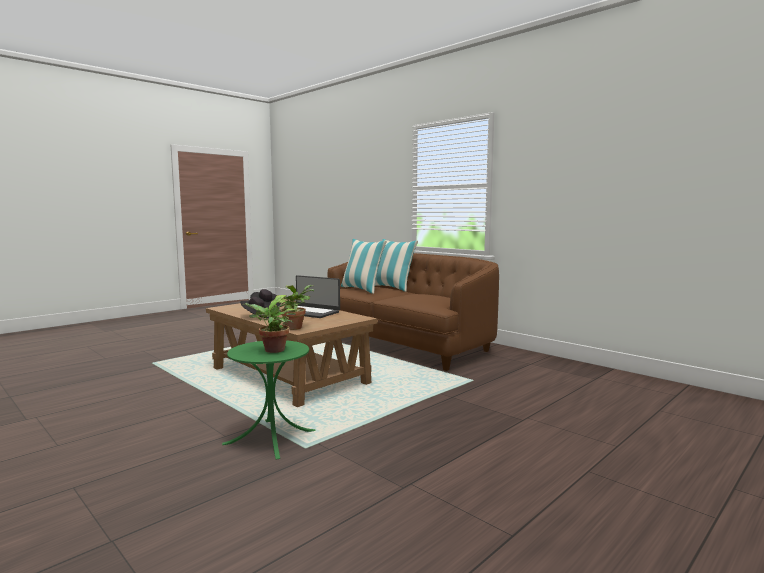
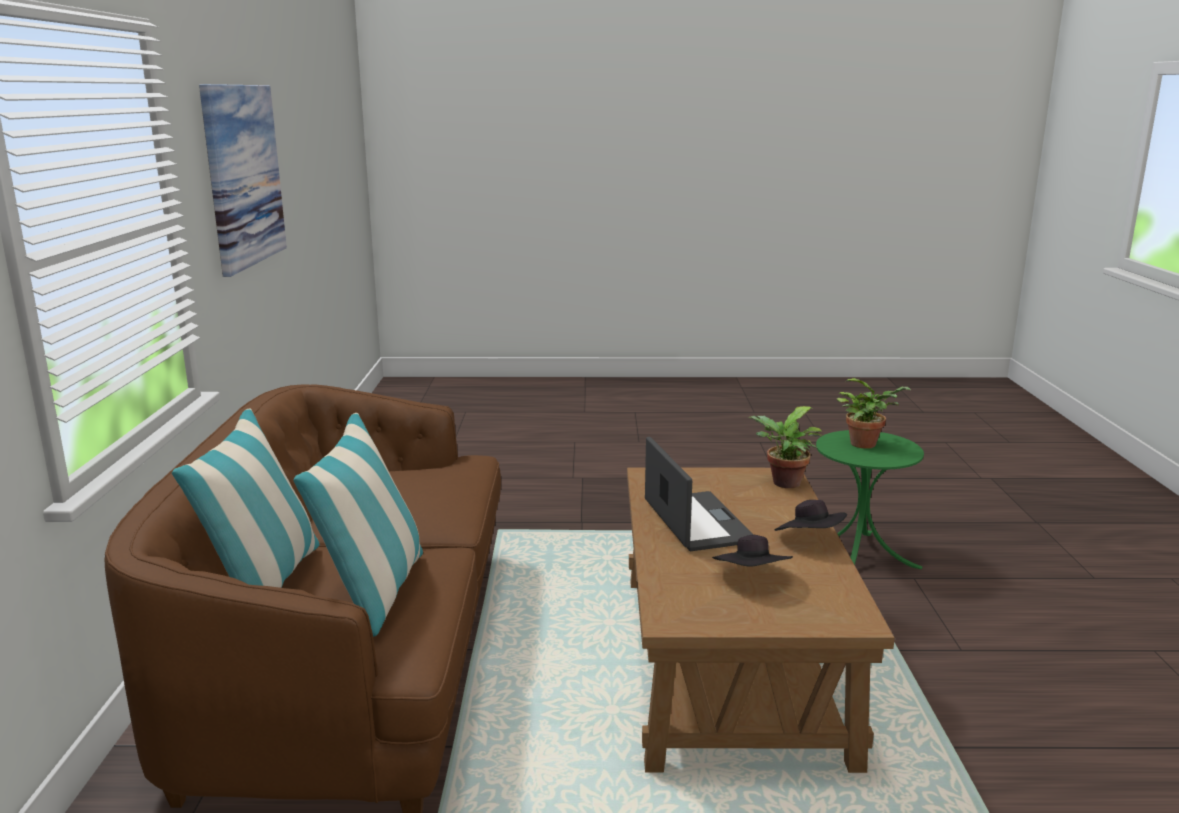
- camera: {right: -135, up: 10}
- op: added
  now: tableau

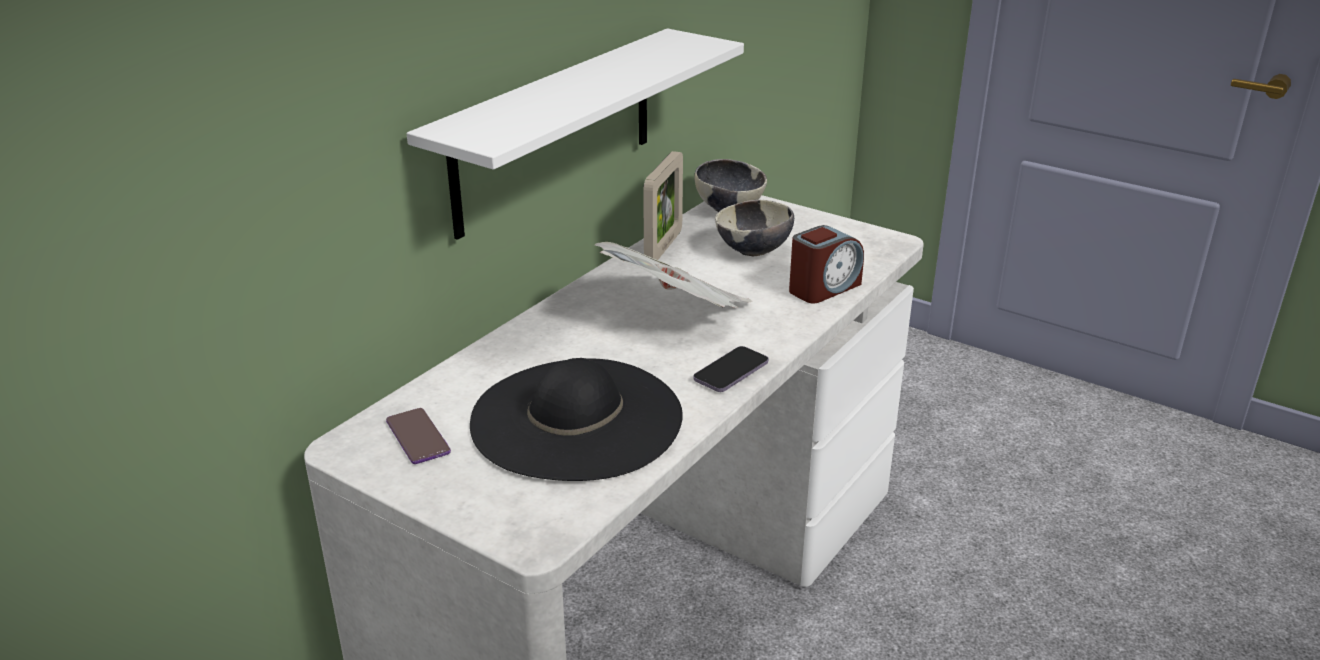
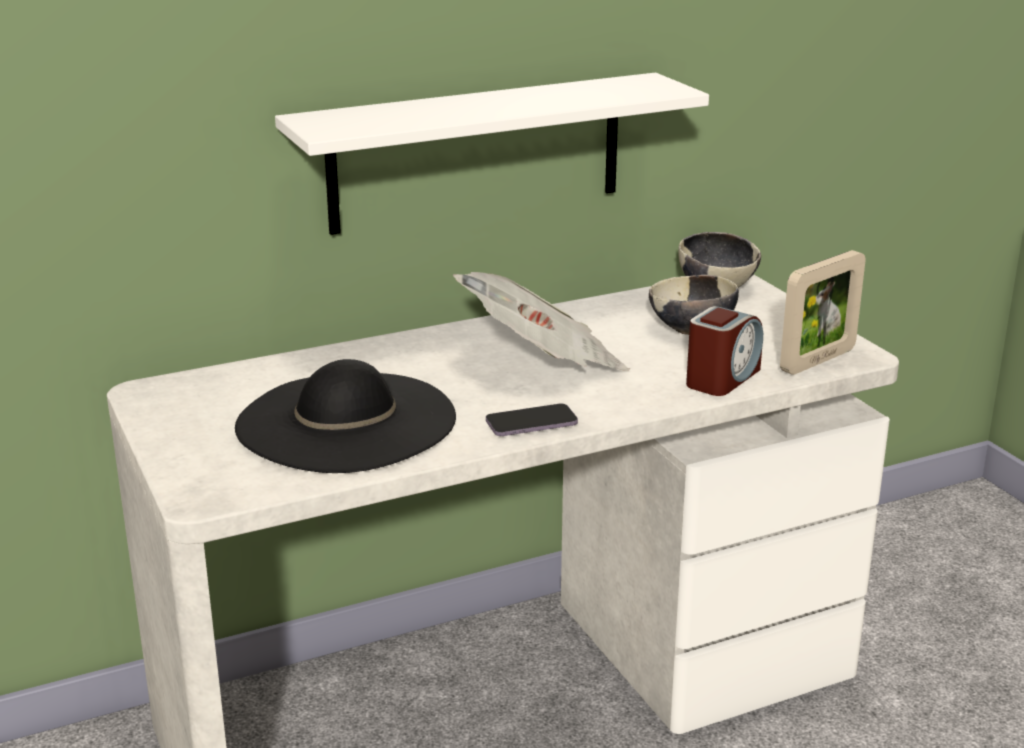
- camera: {right: 30, up: -5}
- op: turned
  was: réveil
  clockwise: -45
- op: moved
  was: cadre photo
- op: removed
  was: téléphone (1st from left)

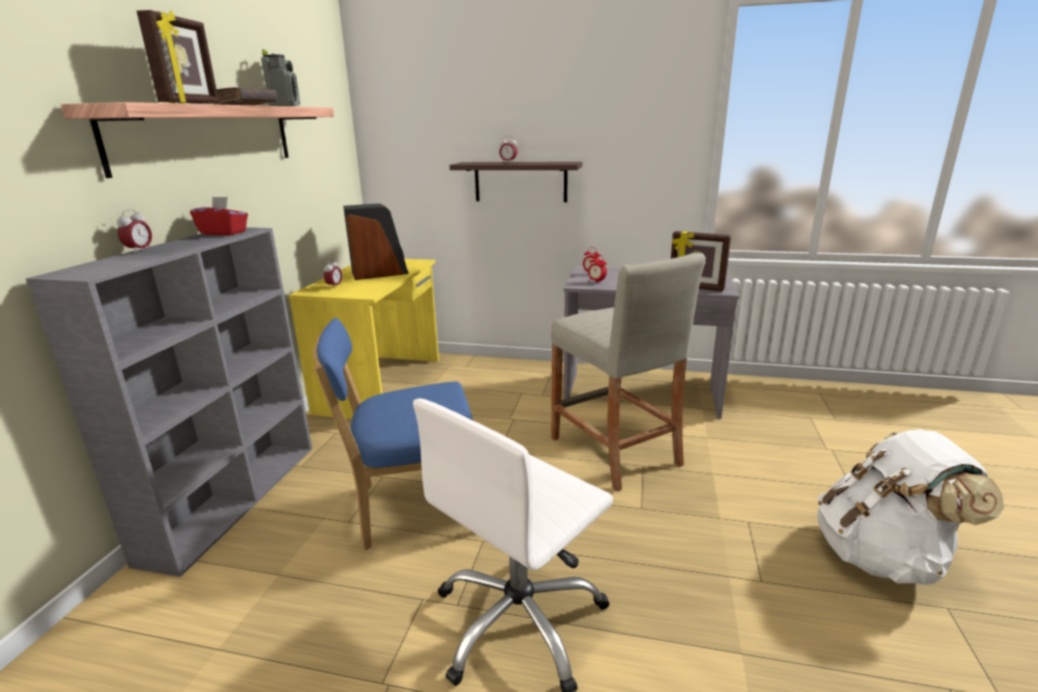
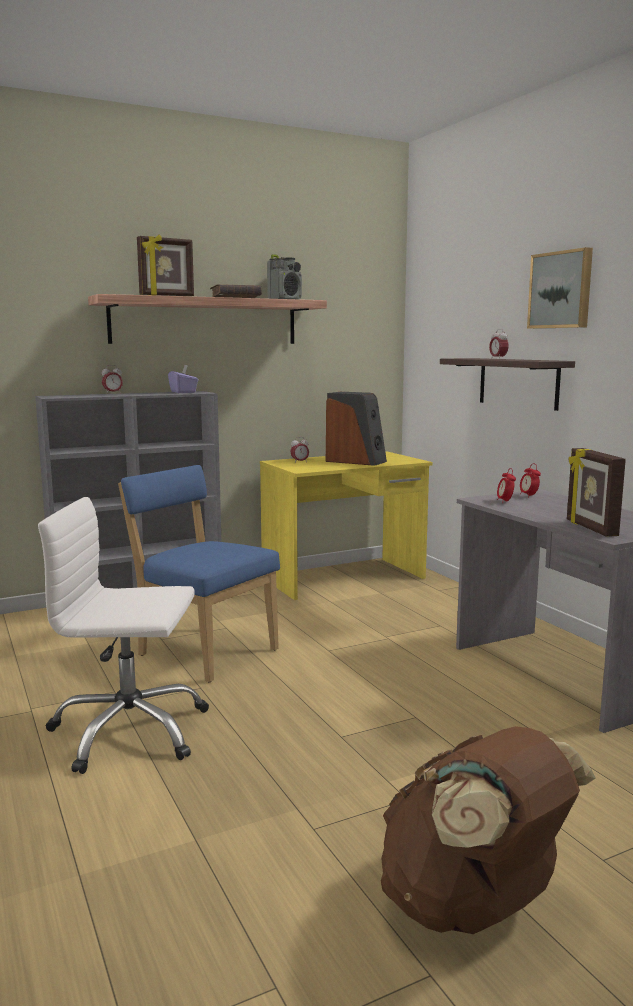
- camera: {right: 50, up: -10}
- op: recoloured
  was: boîte à mouchoirs/rouge
  now: boîte à mouchoirs/violet
- op: recoloured
  was: sac à dos/blanc
  now: sac à dos/marron
- op: added
  now: tableau
- op: removed
  was: tabouret/beige

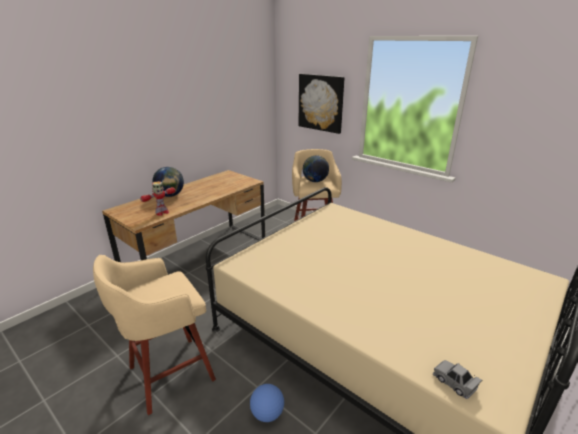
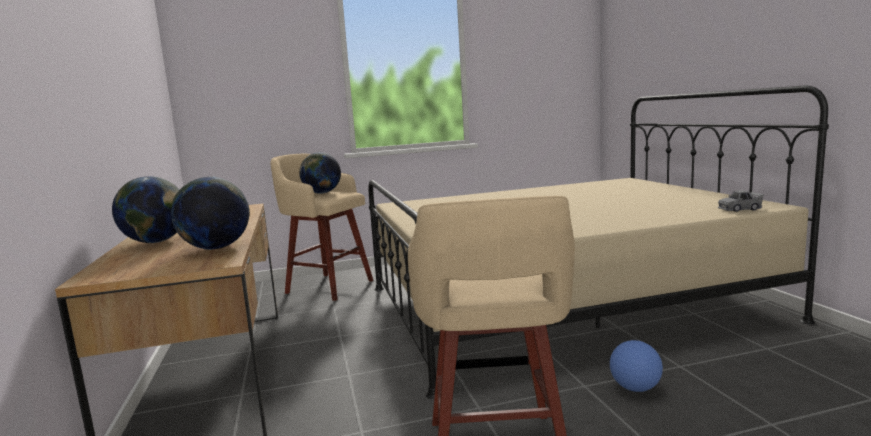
- camera: {right: -55, up: -15}
- op: replaced
  was: robot jouet
  now: globe (2nd from left)
- op: removed
  was: tableau

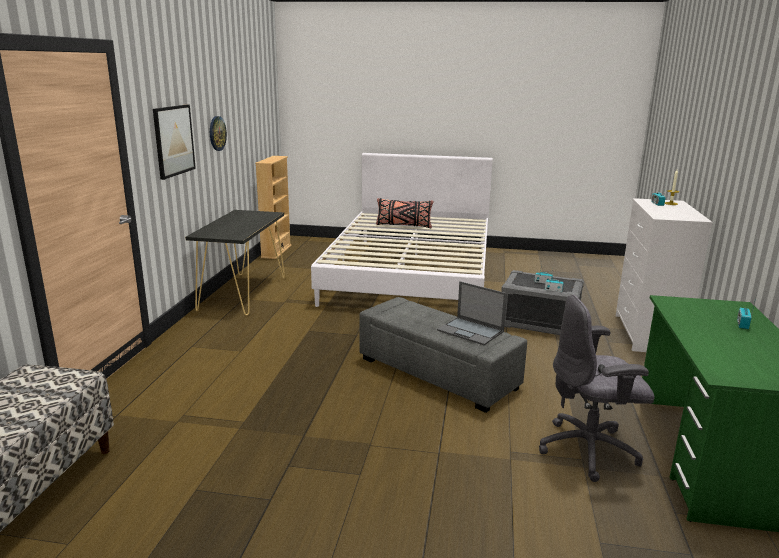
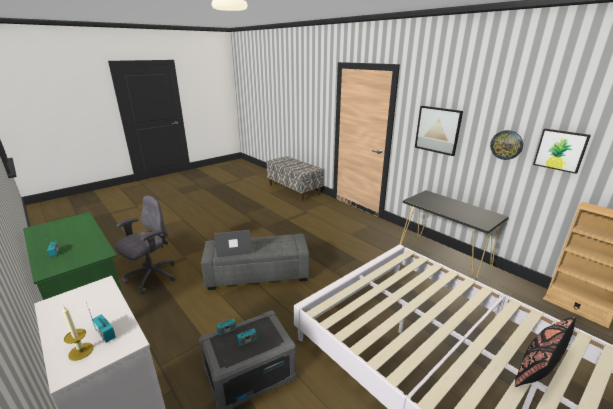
- camera: {right: 130, up: 5}
- op: added
  now: tableau (2nd from left)

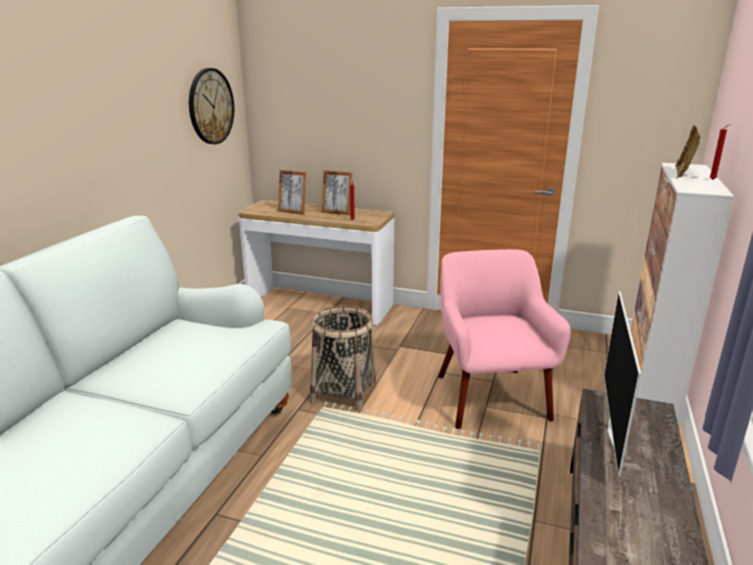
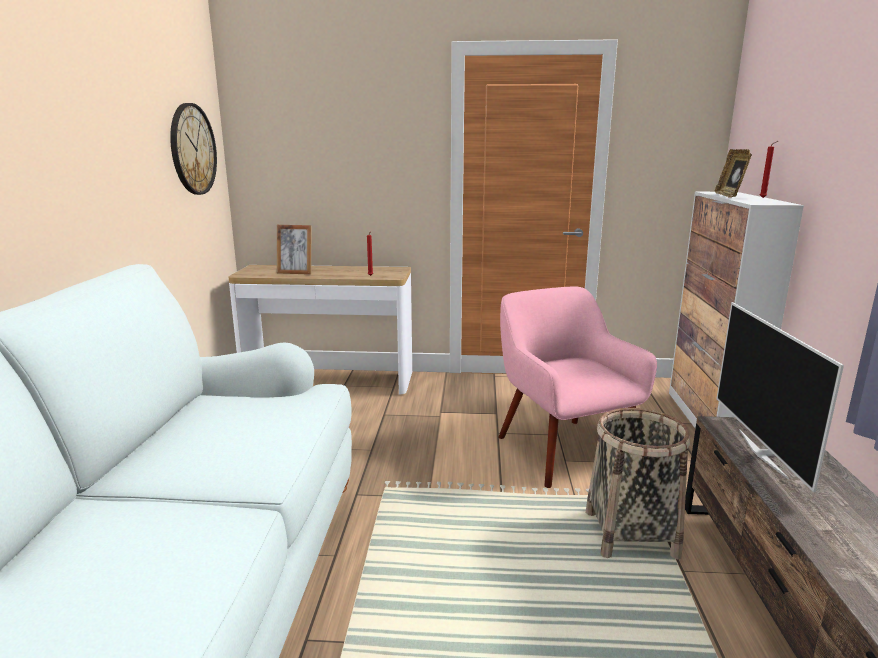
- camera: {right: -15, up: -5}
- op: moved
  was: panier
- op: removed
  was: cadre photo (2nd from left)

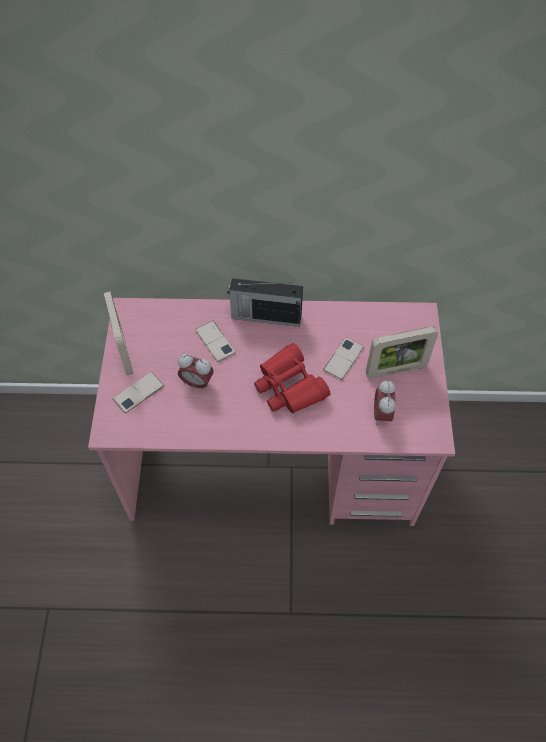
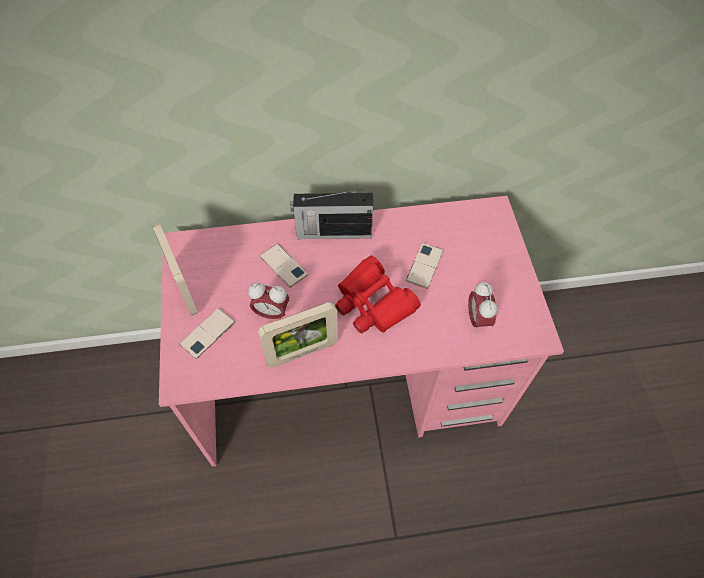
- camera: {right: -10, up: 0}
- op: moved
  was: cadre photo (2nd from left)

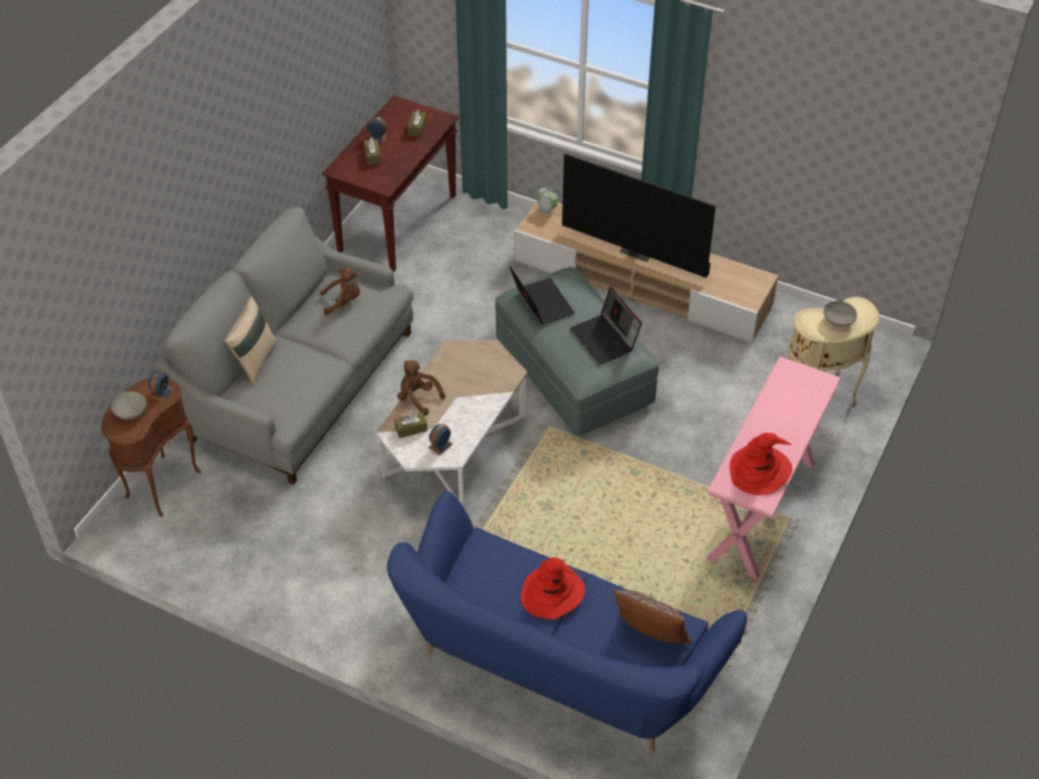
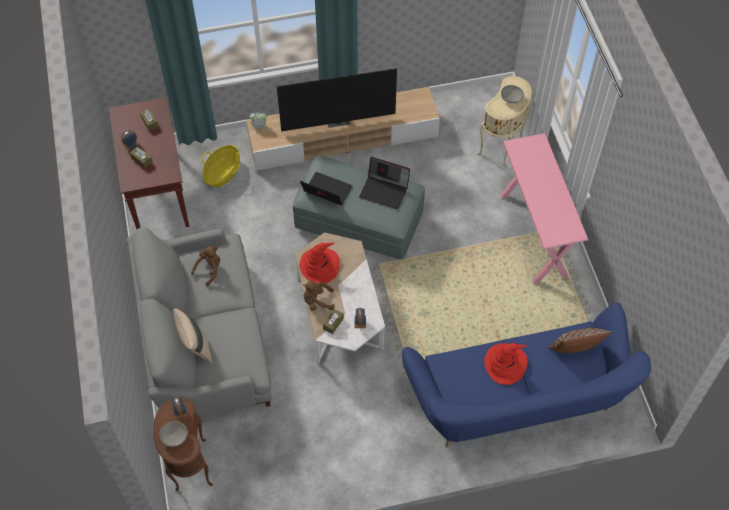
- camera: {right: -40, up: 10}
- op: added
  now: panier
- op: moved
  was: chapeau/rouge (2nd from left in the first image)
  now: chapeau/rouge (1st from left)

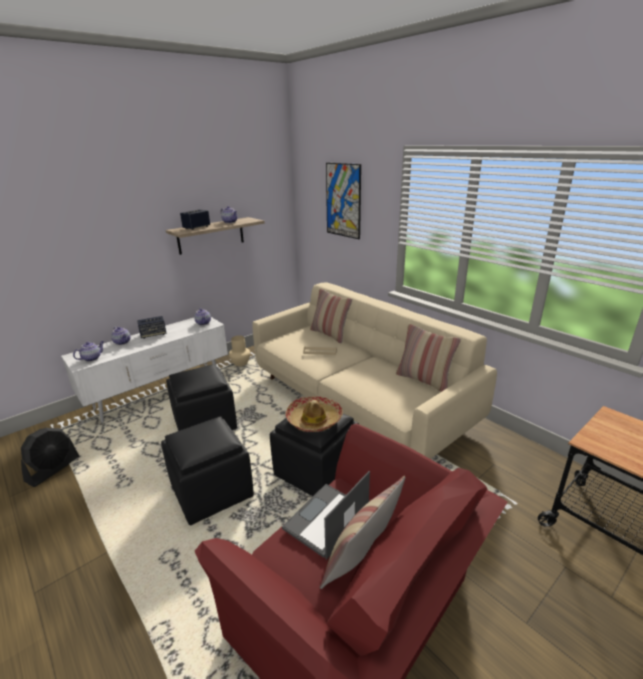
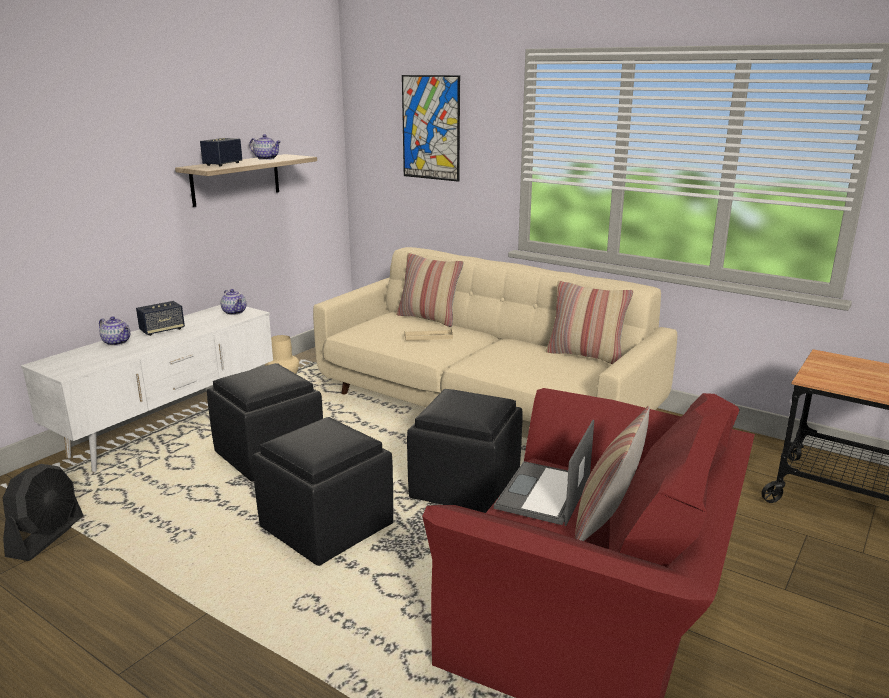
- camera: {right: -15, up: -5}
- op: removed
  was: théière (1st from left)
- op: removed
  was: chapeau

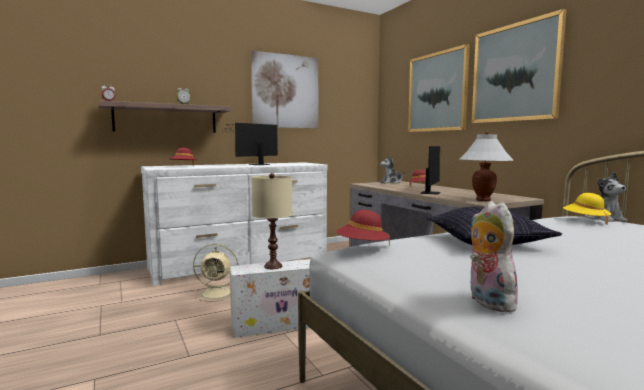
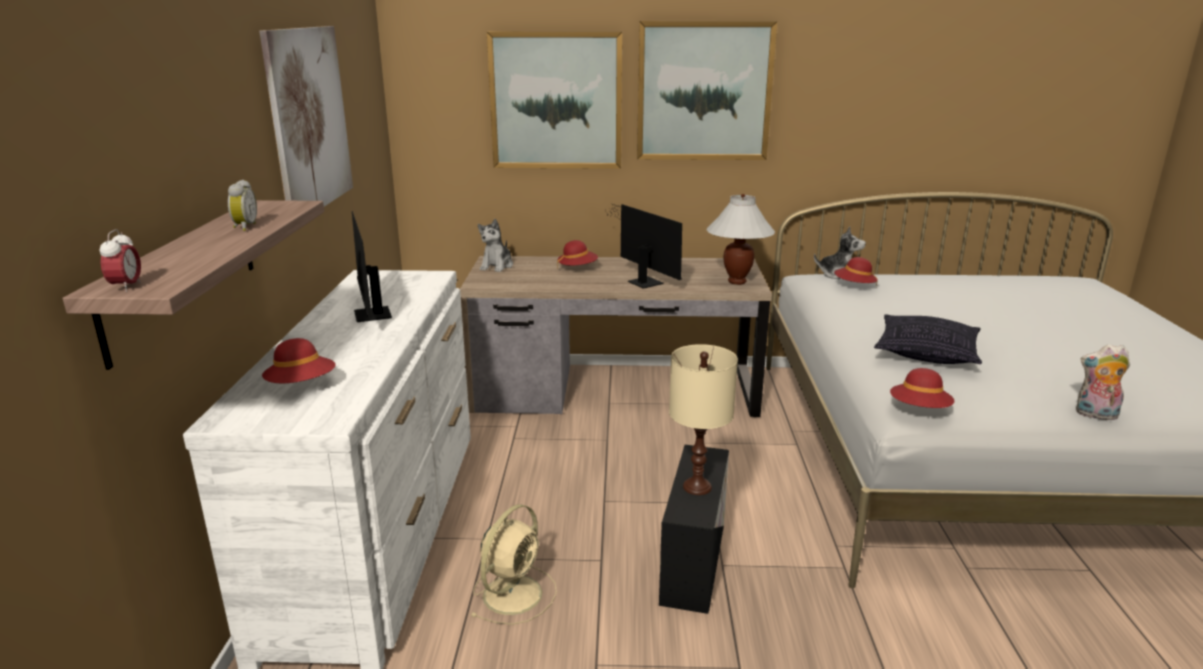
- camera: {right: -60, up: 15}
- op: recoloured
  was: boîte de rangement/blanc
  now: boîte de rangement/noir
- op: recoloured
  was: chapeau/jaune
  now: chapeau/rouge (3rd from left)

